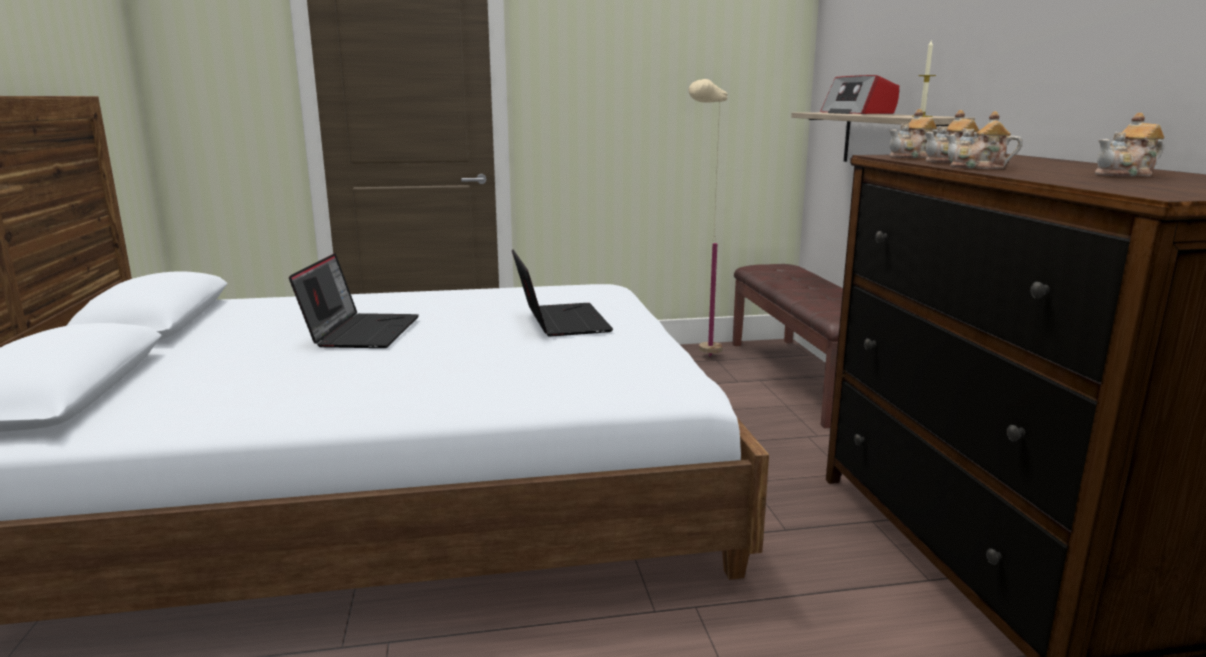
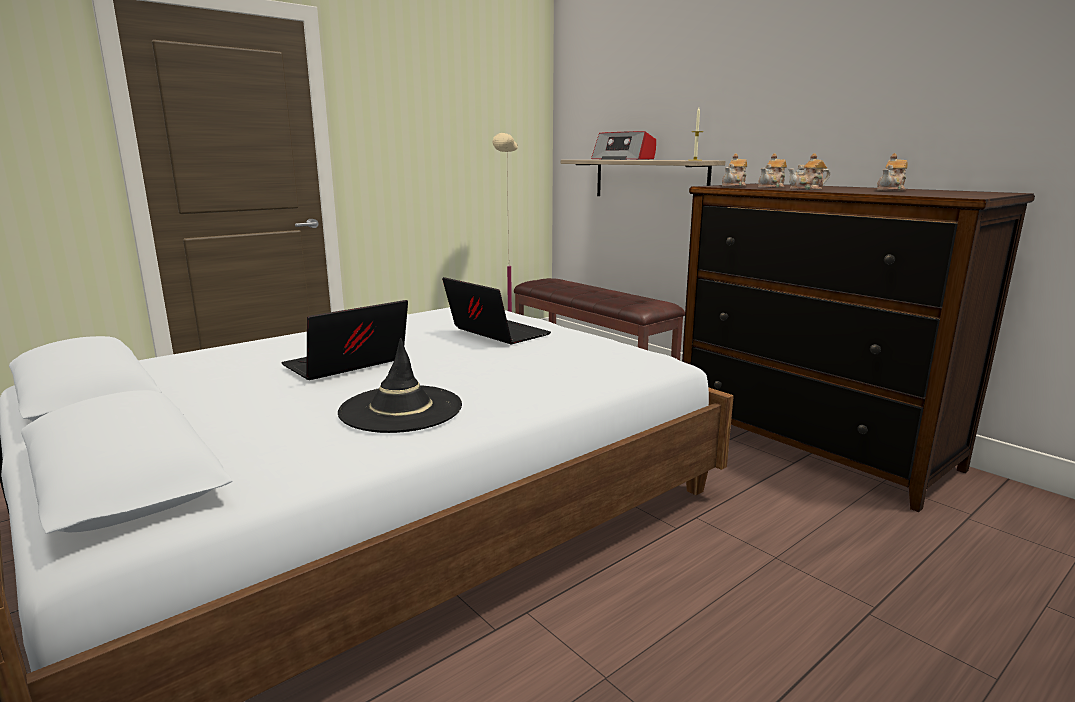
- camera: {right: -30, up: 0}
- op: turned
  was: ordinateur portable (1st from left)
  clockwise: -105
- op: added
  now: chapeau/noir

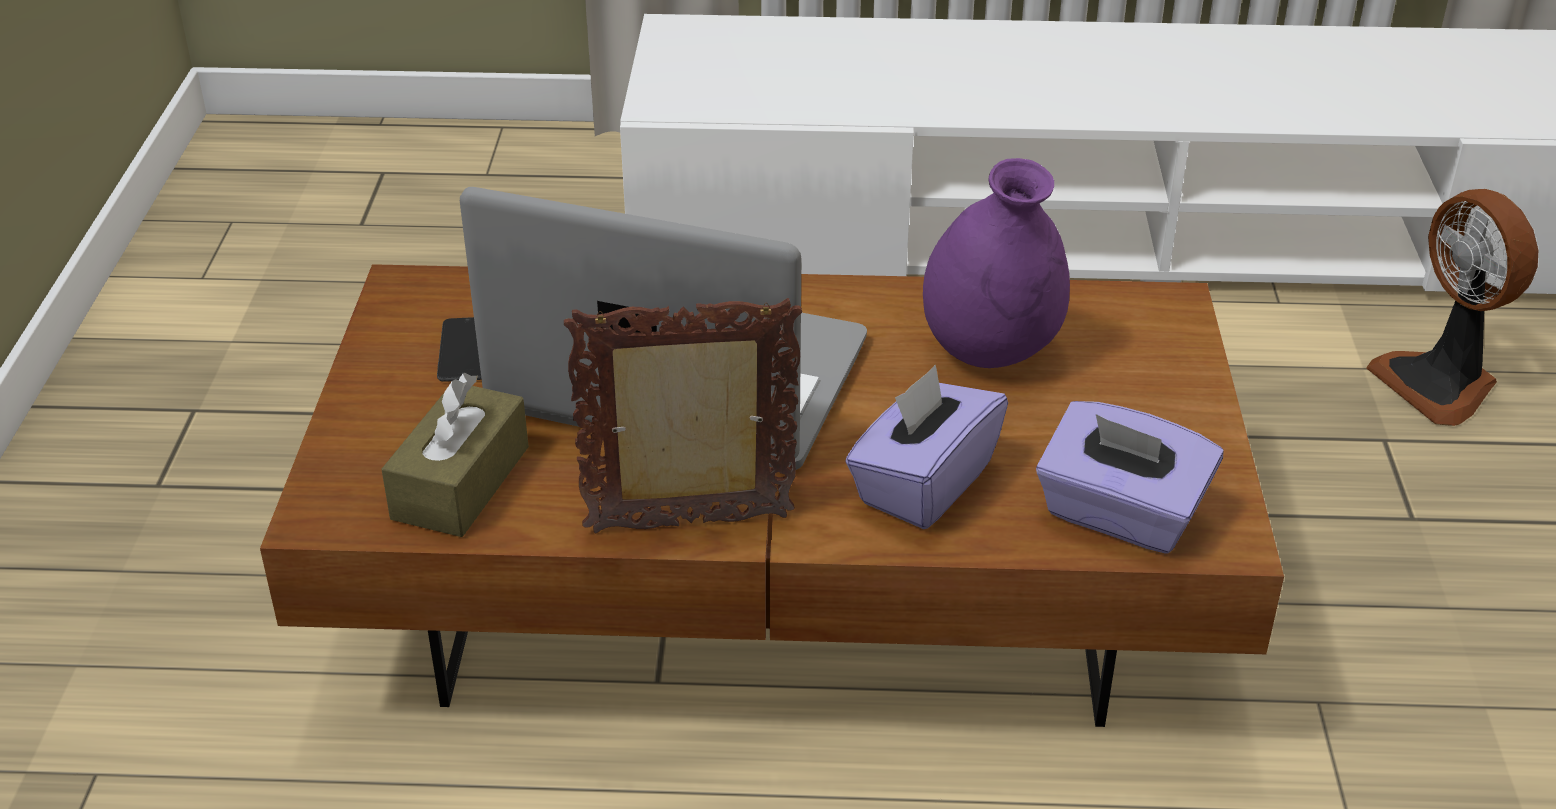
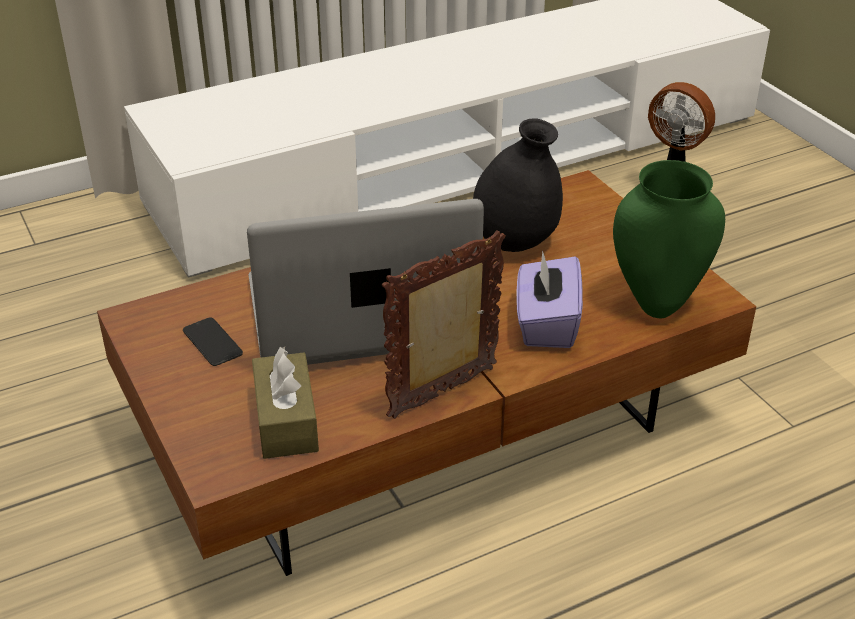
- camera: {right: -30, up: 0}
- op: recoloured
  was: vase/violet
  now: vase/noir
- op: replaced
  was: boîte à mouchoirs/violet (2nd from left)
  now: vase/vert

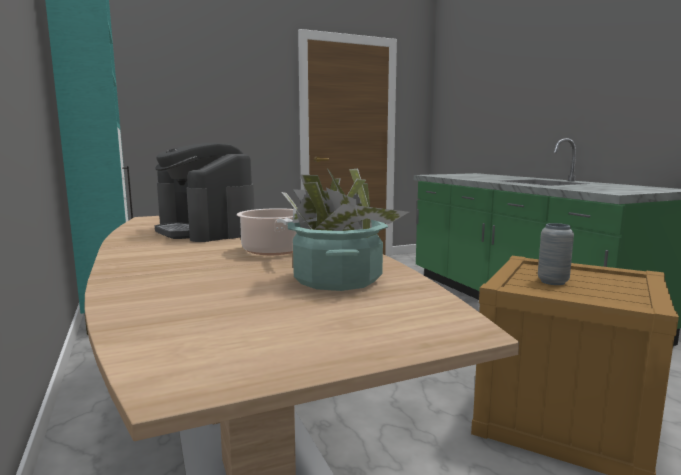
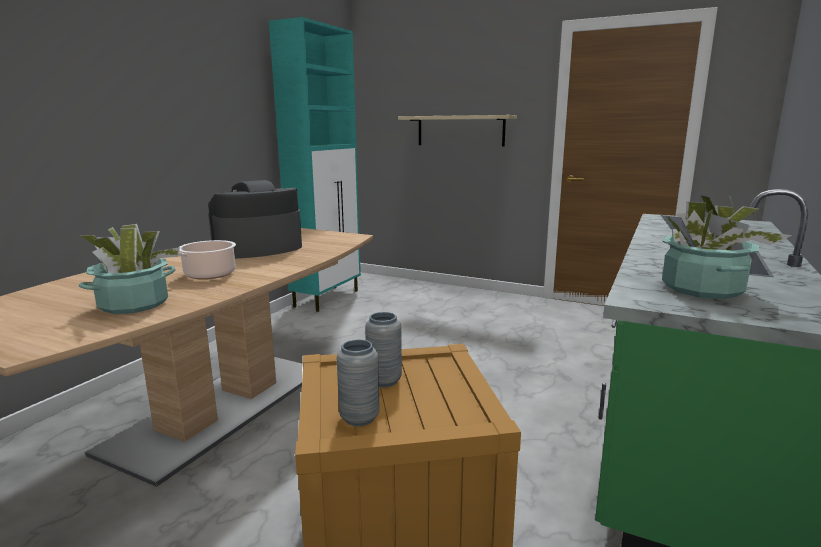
- camera: {right: 50, up: 5}
- op: turned
  was: machine à café
  clockwise: 45
- op: added
  now: vase/gris (1st from left)
- op: added
  now: étagère/beige
- op: added
  now: plante en pot (2nd from left)

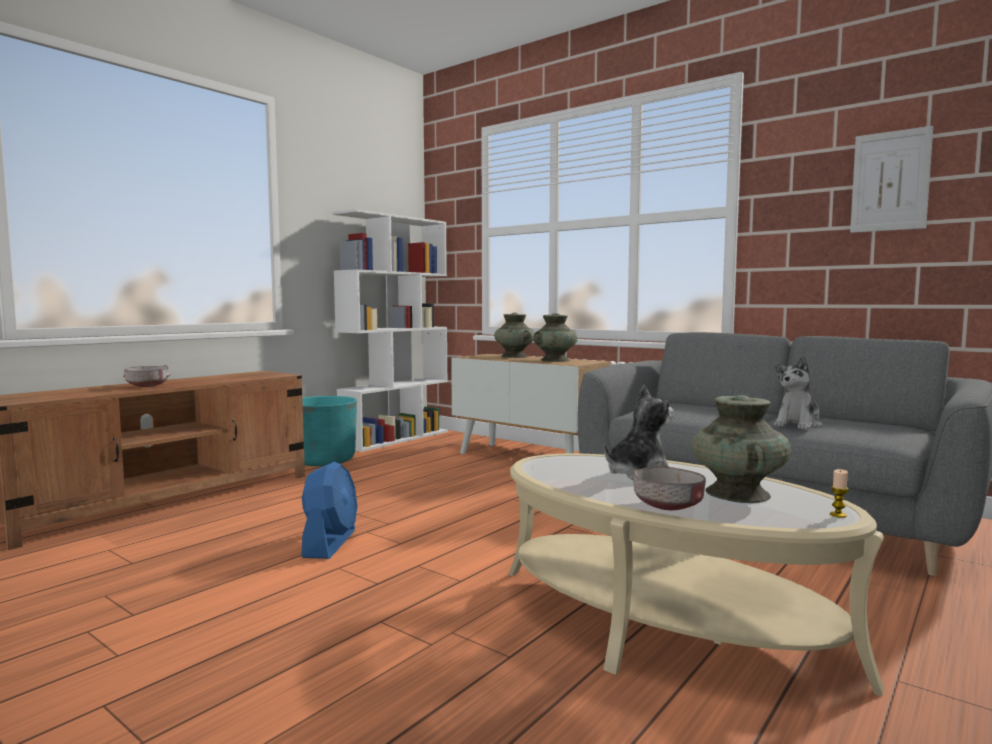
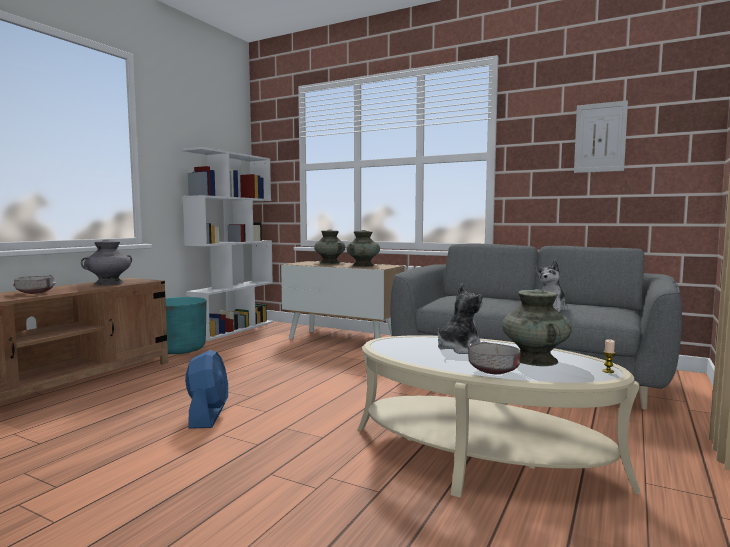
- camera: {right: -10, up: 0}
- op: added
  now: vase/gris

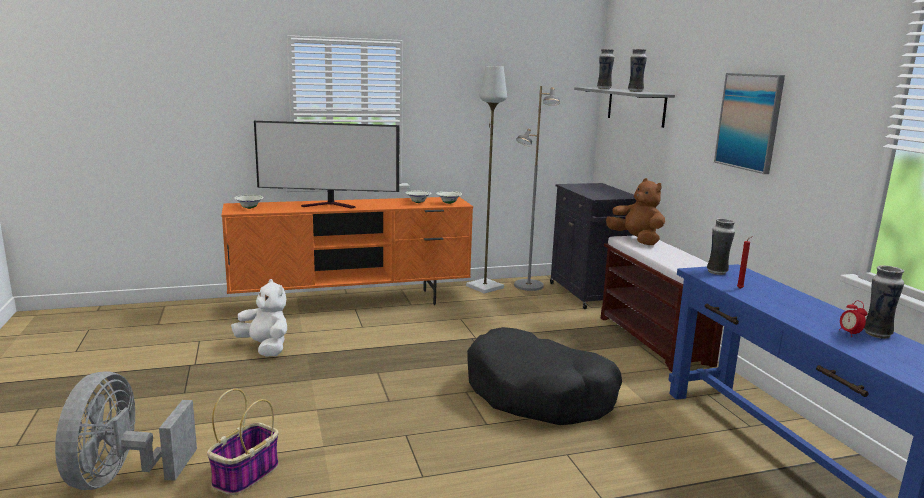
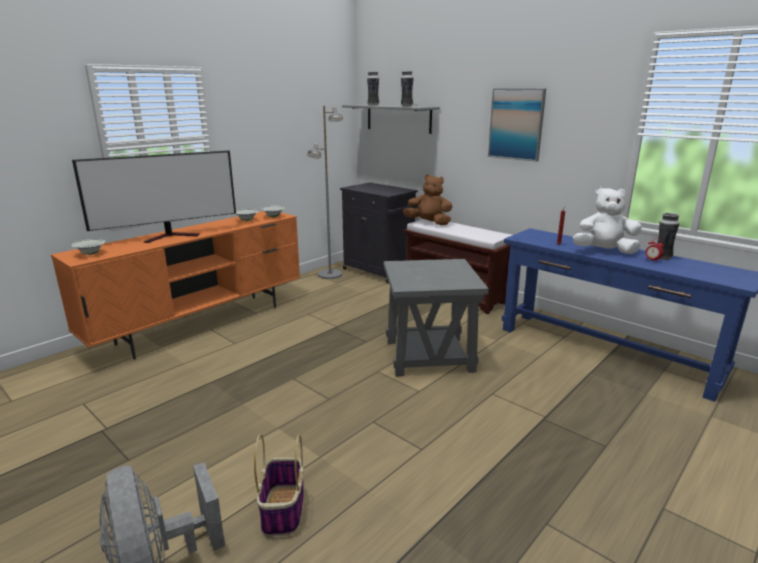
- camera: {right: -30, up: 5}
- op: replaced
  was: panier pour chien/noir
  now: table d'appoint/gris
- op: moved
  was: peluche/blanc
- op: removed
  was: lampadaire/gris (1st from left)
- op: removed
  was: vase (3rd from left)

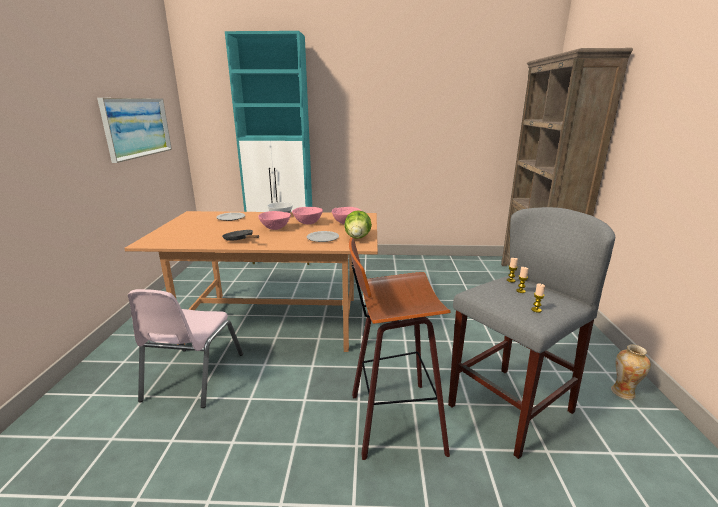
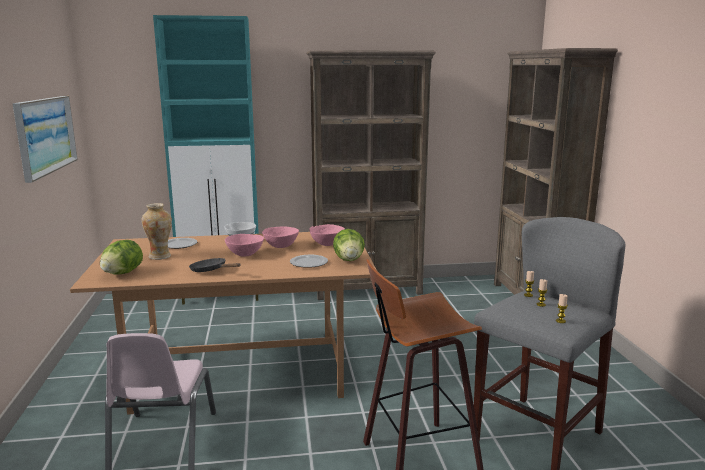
- camera: {right: -10, up: -5}
- op: added
  now: laitue (1st from left)
- op: moved
  was: vase
- op: added
  now: bibliothèque/marron (1st from left)

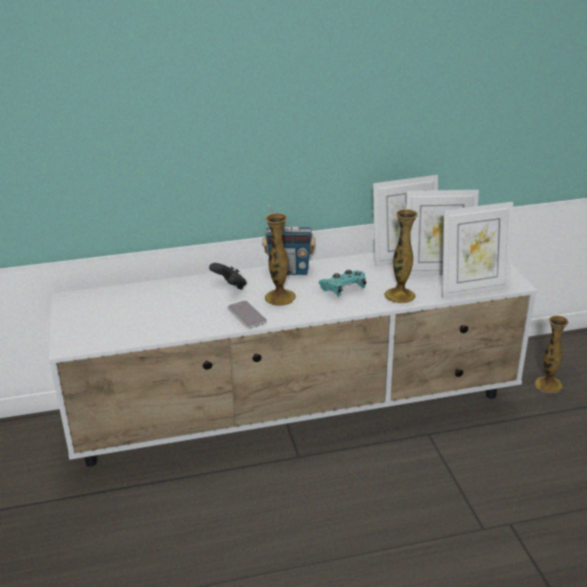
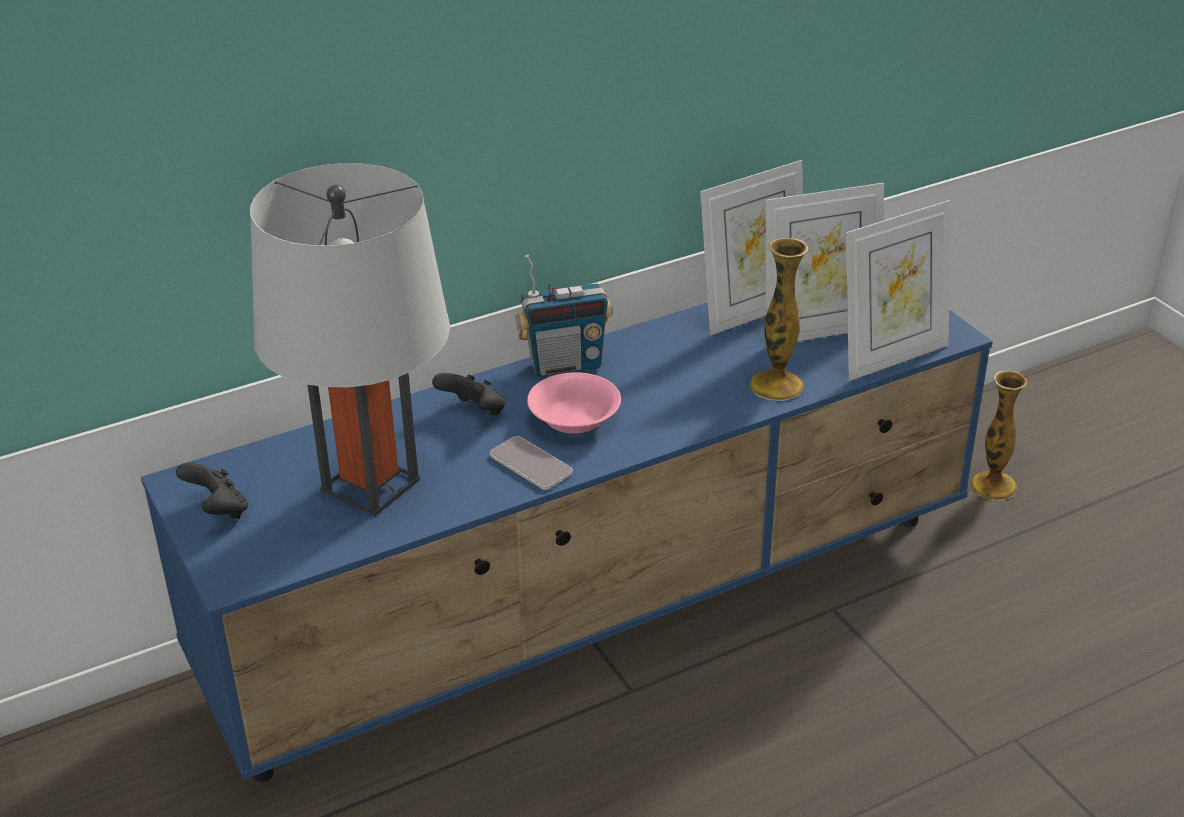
- camera: {right: -15, up: 5}
- op: recoloured
  was: meuble télé/blanc
  now: meuble télé/bleu
- op: added
  now: manette/noir (1st from left)
- op: added
  now: lampe de table/gris
- op: replaced
  was: vase (1st from left)
  now: bol/rose
- op: removed
  was: manette/turquoise

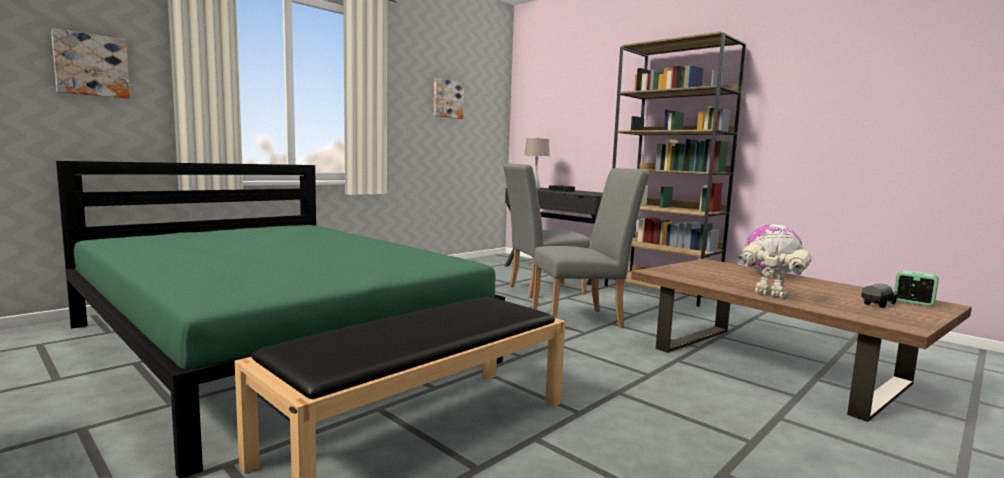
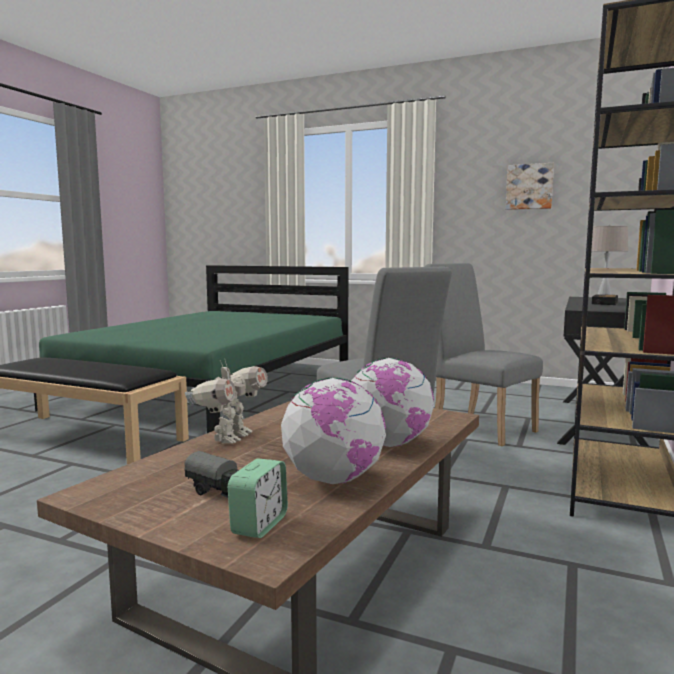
- camera: {right: 70, up: 0}
- op: added
  now: globe (1st from left)
- op: removed
  was: tableau (1st from left)

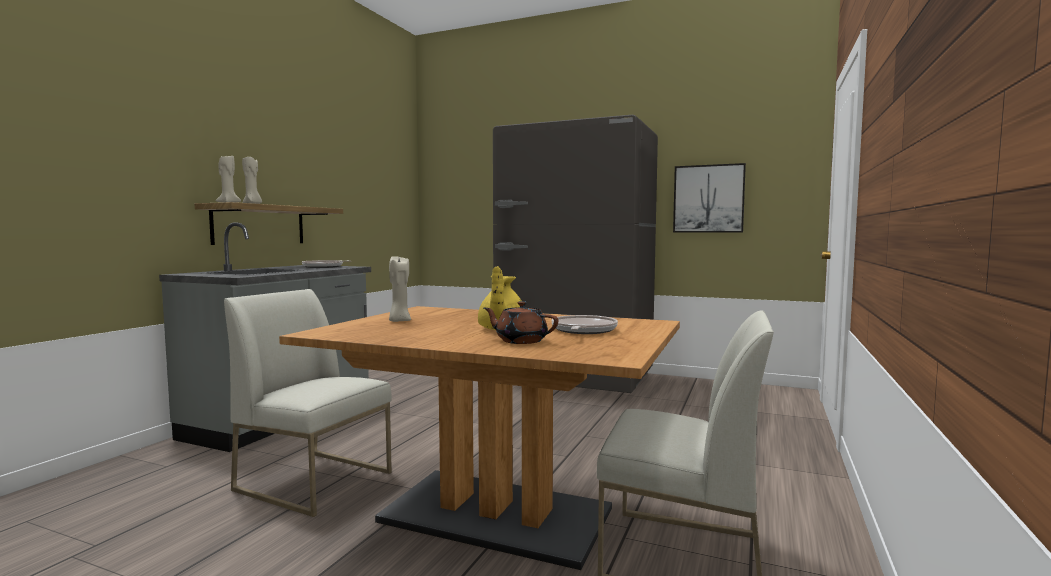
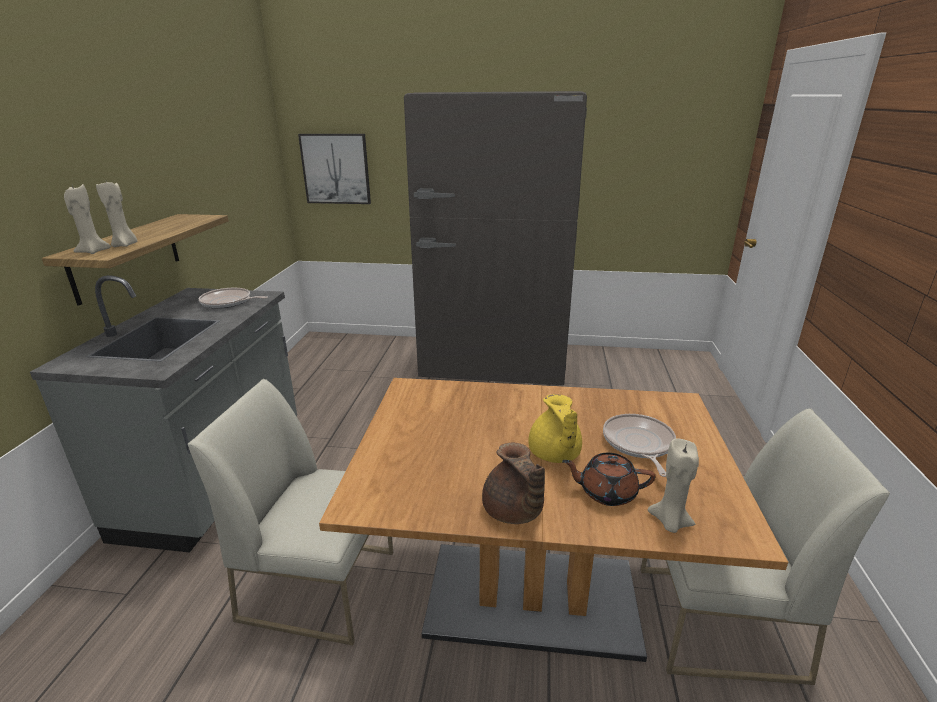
- camera: {right: -15, up: 20}
- op: moved
  was: tableau
- op: added
  now: théière/marron (1st from left)
- op: moved
  was: bougie/beige (3rd from left)

